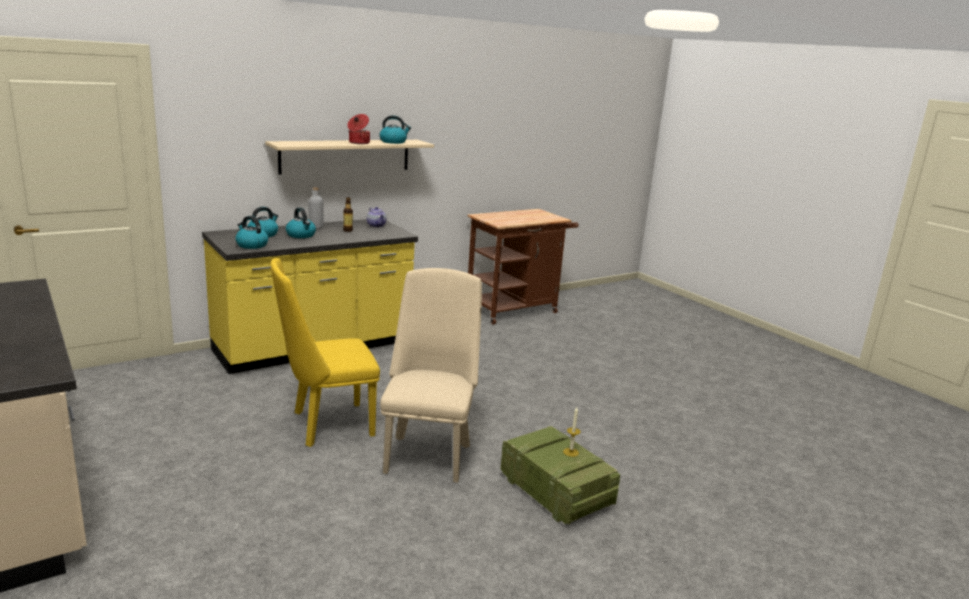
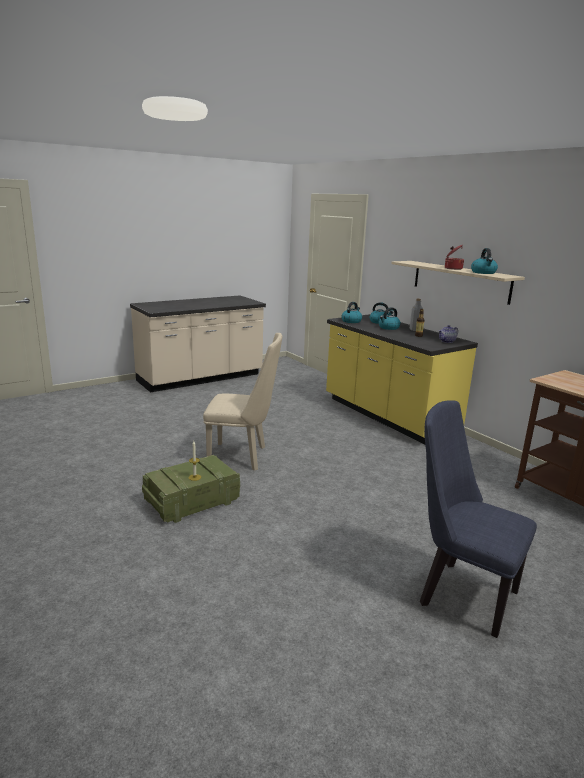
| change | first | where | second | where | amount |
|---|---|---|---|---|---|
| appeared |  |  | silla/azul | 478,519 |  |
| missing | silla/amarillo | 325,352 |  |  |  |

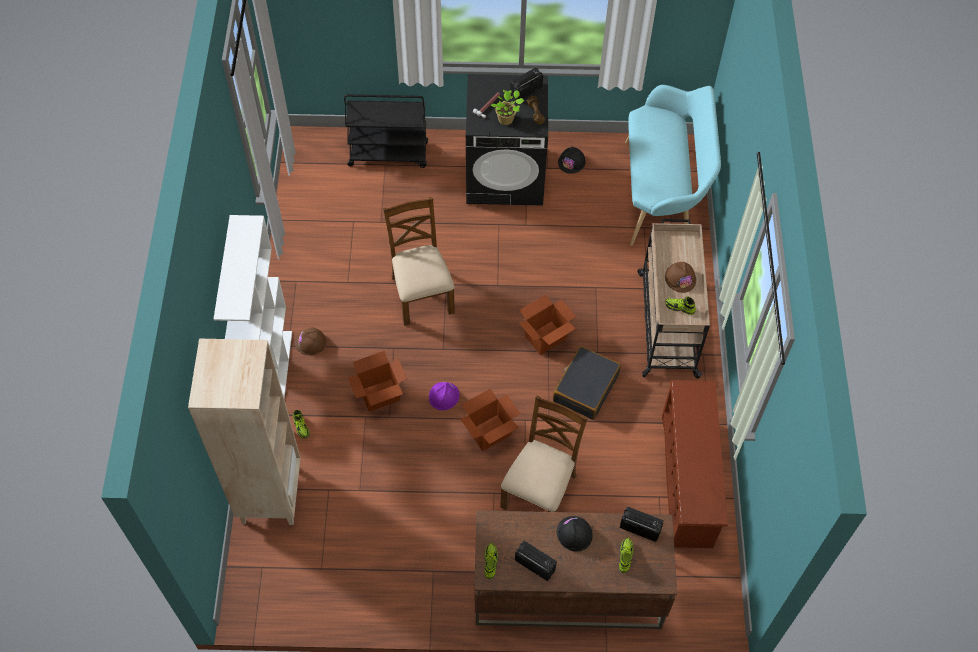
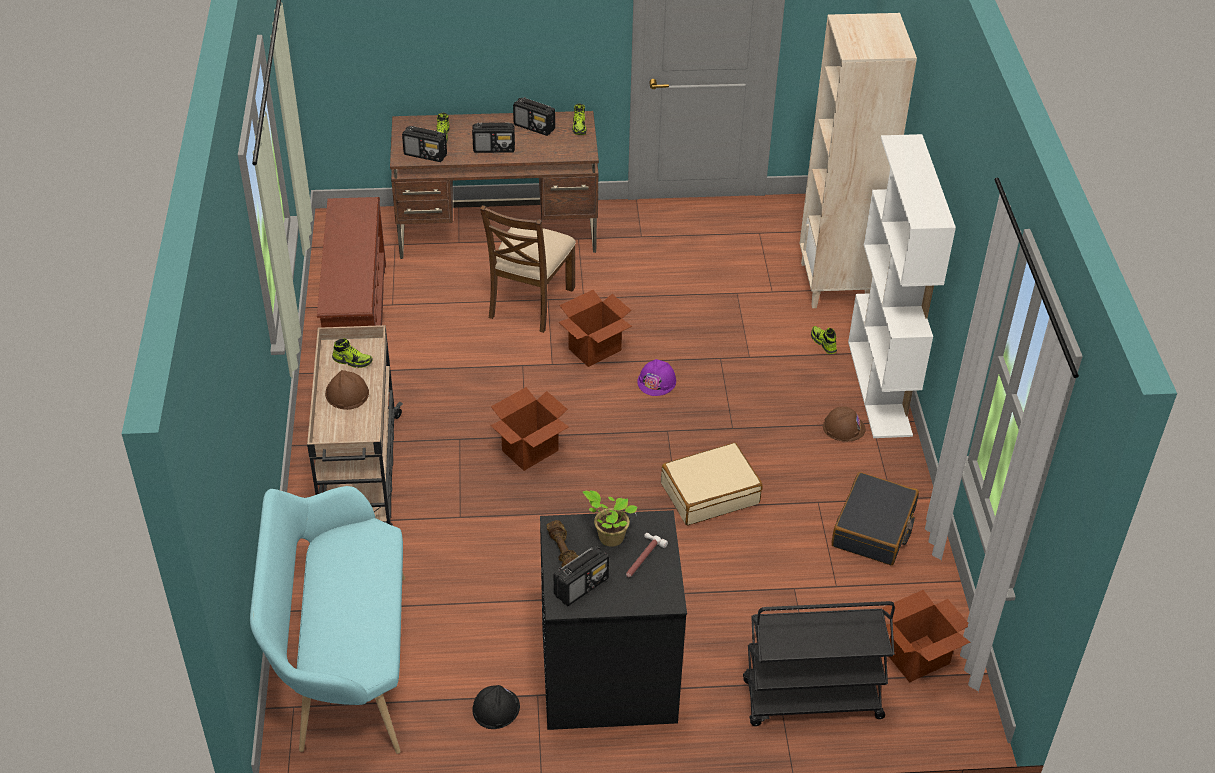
| change | first | where | second | where | amount |
|---|---|---|---|---|---|
| exchanged | casco/negro | 575,534 | radio | 493,137 |  |
| exchanged | silla/marrón | 419,261 | maleta/beis | 712,484 |  |
| relocated | maleta/negro | 587,383 |  | 875,518 |  |
| relocated | caja de cartón | 377,381 |  | 927,636 |  |

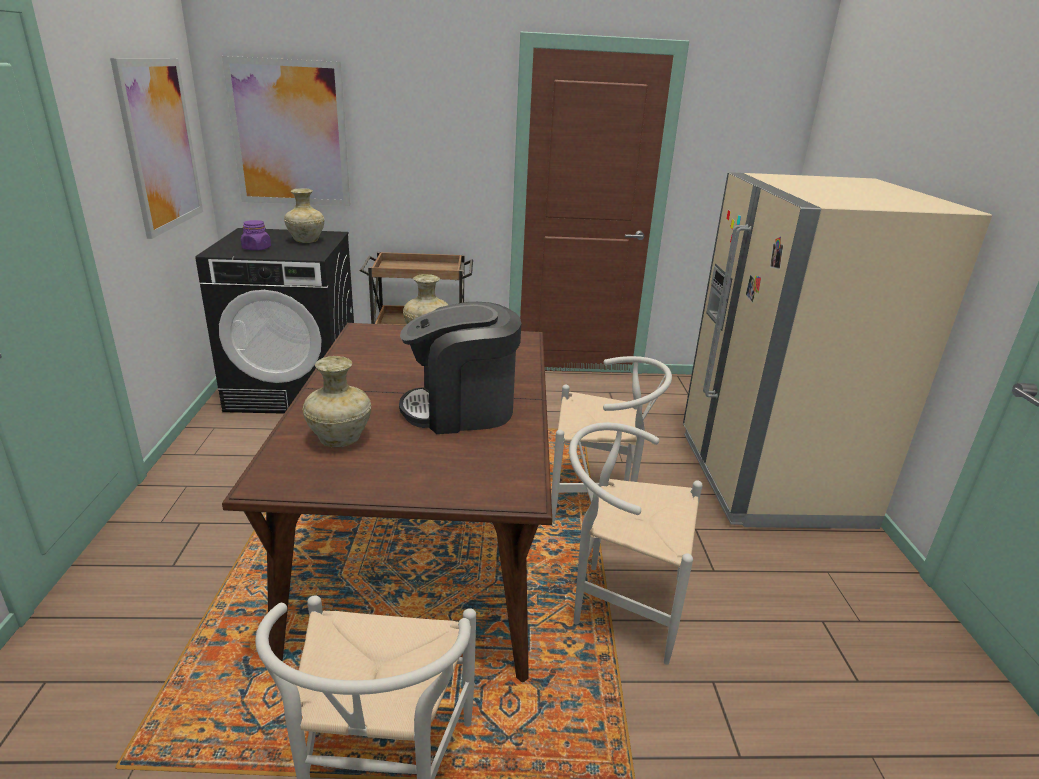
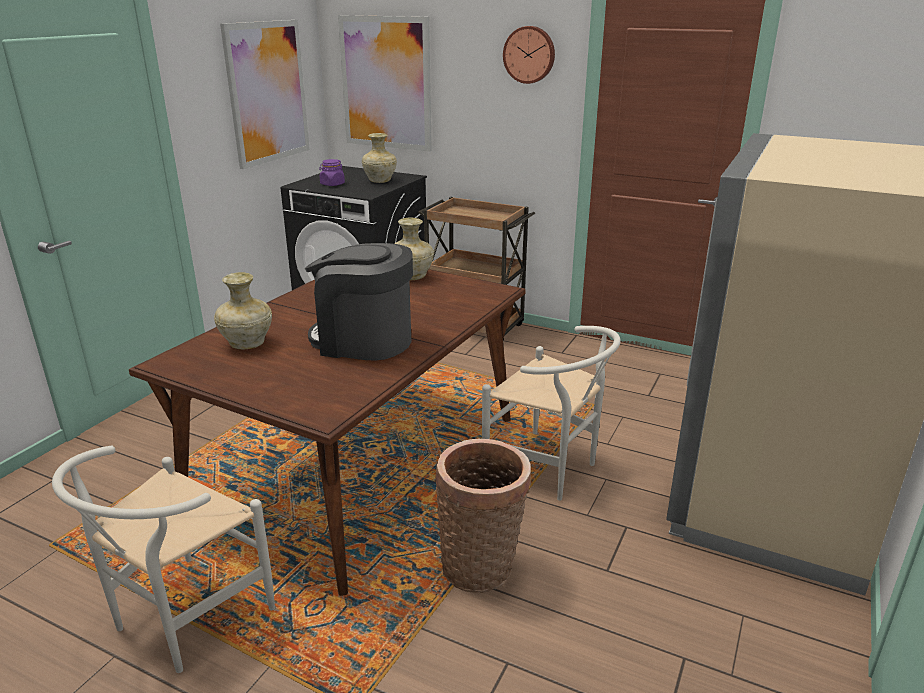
| change | first | where | second | where | amount |
|---|---|---|---|---|---|
| exchanged | silla/blanco | 636,544 | cesta | 483,516 |  |
| appeared |  |  | reloj de pared | 529,55 |  |

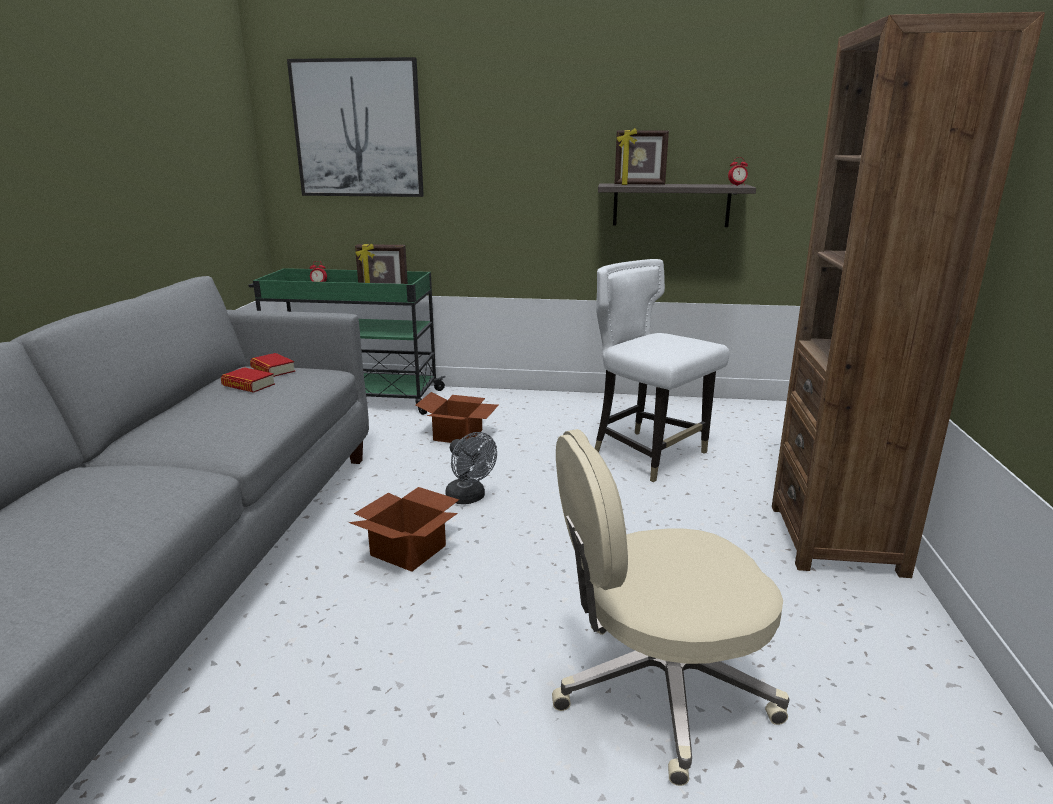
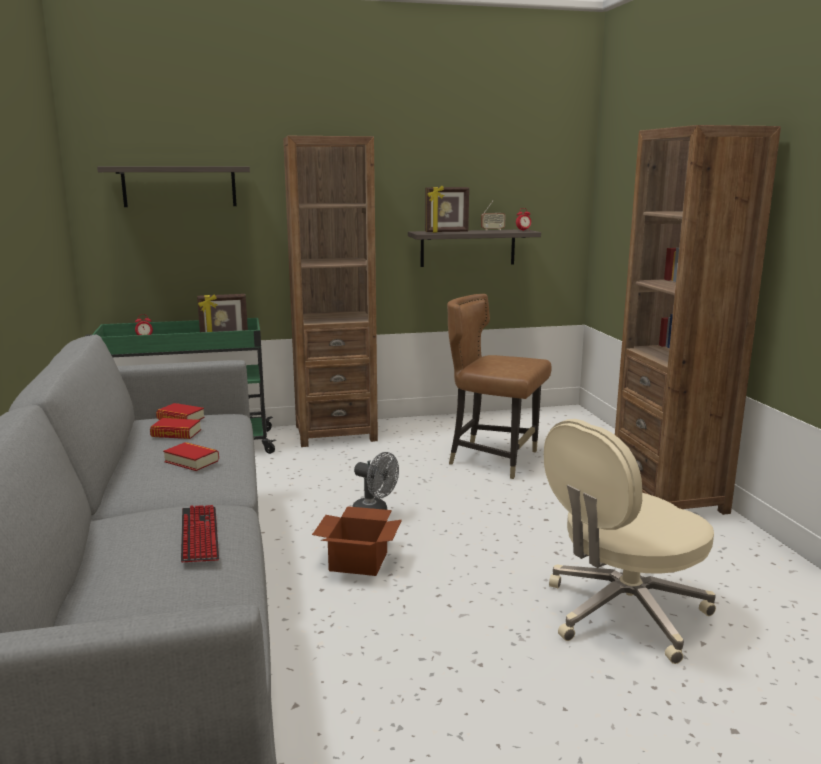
| change | first | where | second | where | amount |
|---|---|---|---|---|---|
| exchanged | cuadro | 355,127 | estante | 173,186 |  |
| appeared |  |  | libro | 191,456 |  |
| appeared |  |  | teclado | 200,533 |  |
| appeared |  |  | estantería/marrón | 330,291 |  |
| colour | silla/blanco | 662,370 | silla/marrón | 499,386 |  |
| appeared |  |  | radio | 493,215 |  |
| missing | caja de cartón | 457,417 |  |  |  |

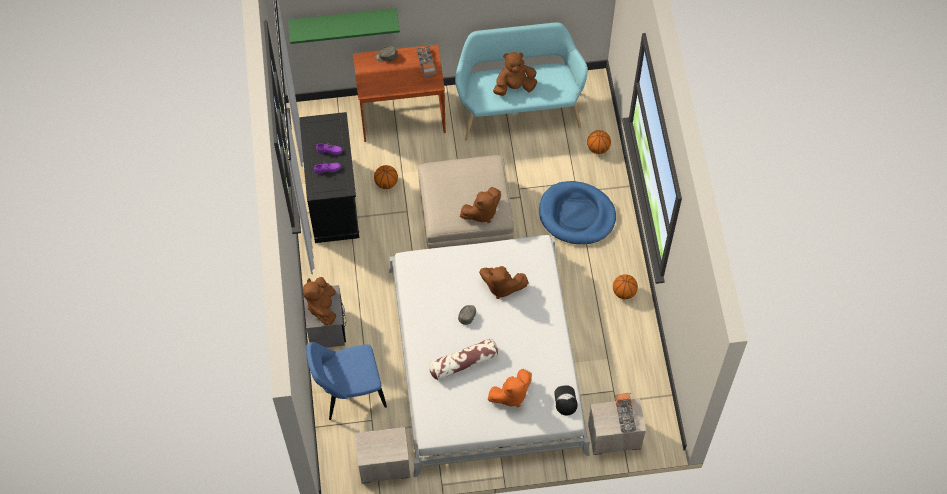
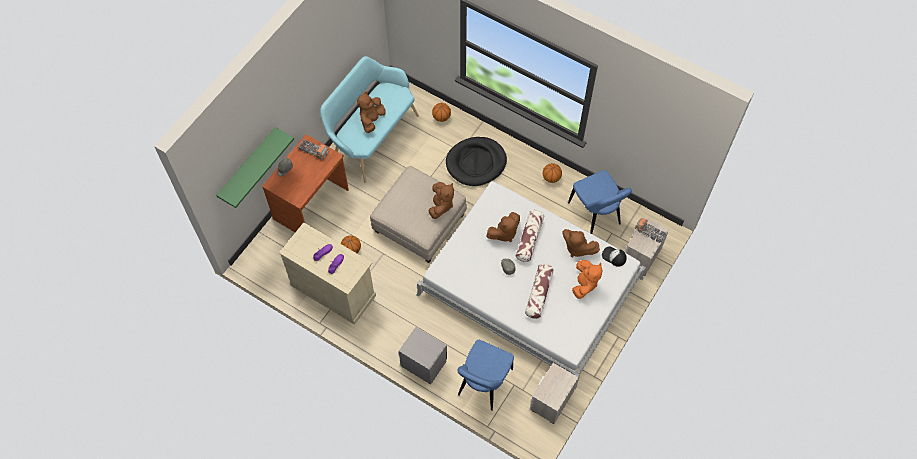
| change | first | where | second | where | amount |
|---|---|---|---|---|---|
| colour | armario/negro | 329,177 | armario/beis | 327,273 |  |
| colour | cama para perro/azul | 577,212 | cama para perro/negro | 476,161 |  |
| appeared |  |  | cojín | 530,236 |  |
| relocated | peluche/marrón | 319,301 |  | 581,243 |  |
| appeared |  |  | silla/azul | 600,202 |  |

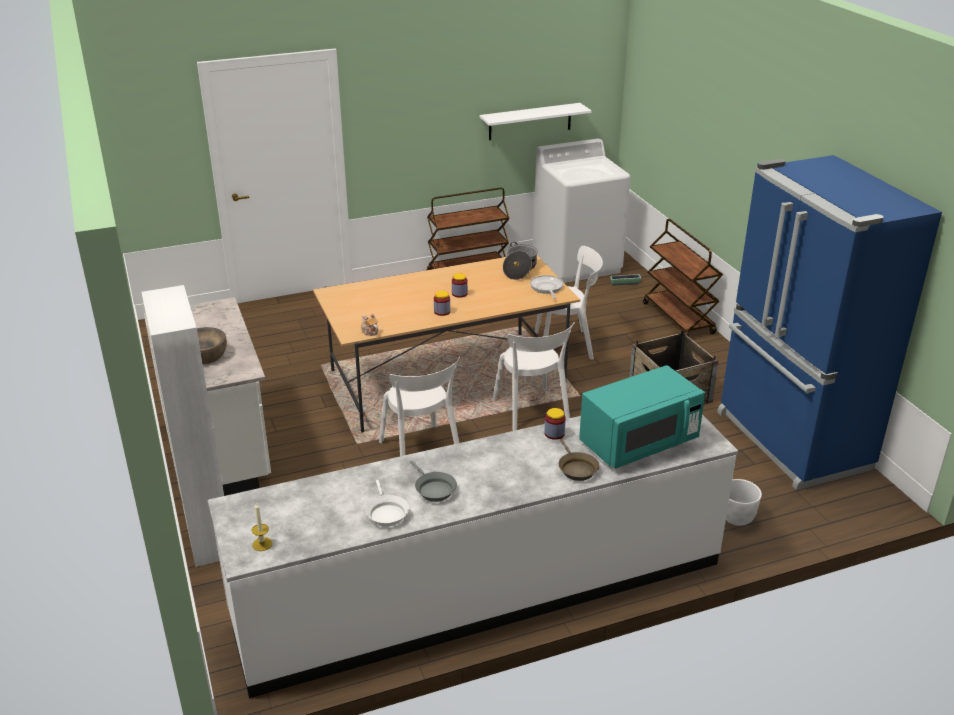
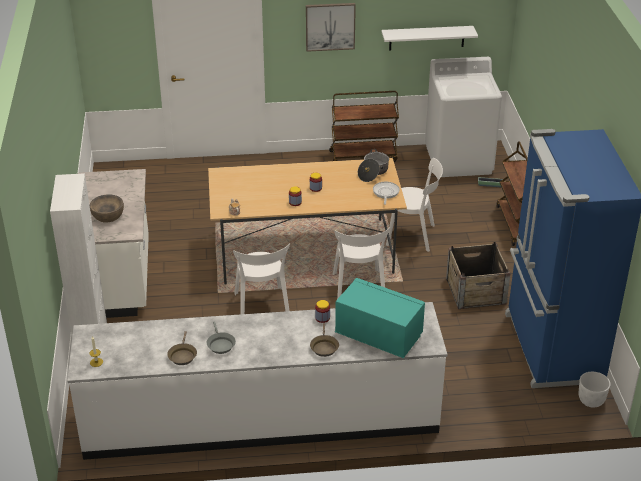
| change | first | where | second | where | amount |
|---|---|---|---|---|---|
| colour | sartén/blanco | 387,503 | sartén/marrón | 182,348 |  |
| appeared |  |  | cuadro | 331,27 |  |
| spun | microondas/turquesa | 642,416 |  | 380,318 | 135 degrees counterclockwise |
| relocated | maceta/blanco | 744,502 |  | 595,390 |  |

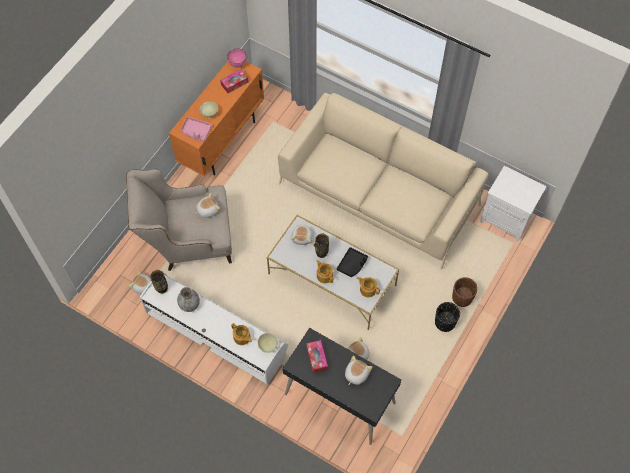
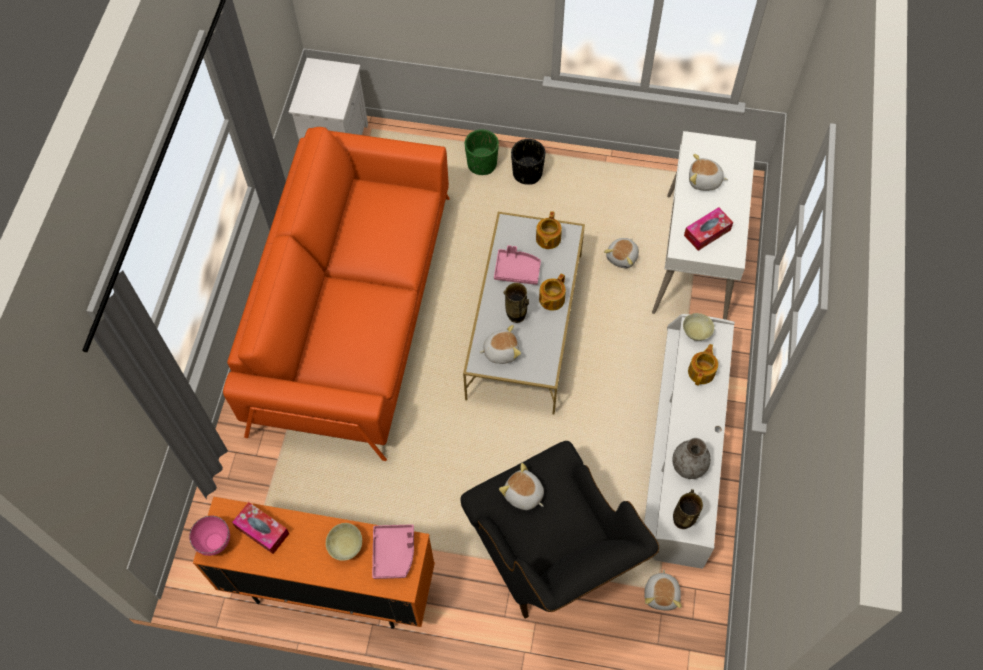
| change | first | where | second | where | amount |
|---|---|---|---|---|---|
| colour | sofá/beis | 383,181 | sofá/naranja | 336,294 |  |
| colour | sillón/beis | 179,220 | sillón/negro | 560,530 |  |
| colour | maceta/marrón | 465,292 | maceta/verde | 482,152 |  |
| colour | bandeja/negro | 352,262 | bandeja/rosa | 517,265 |  |
| colour | escritorio/negro | 342,386 | escritorio/blanco | 704,225 |  |

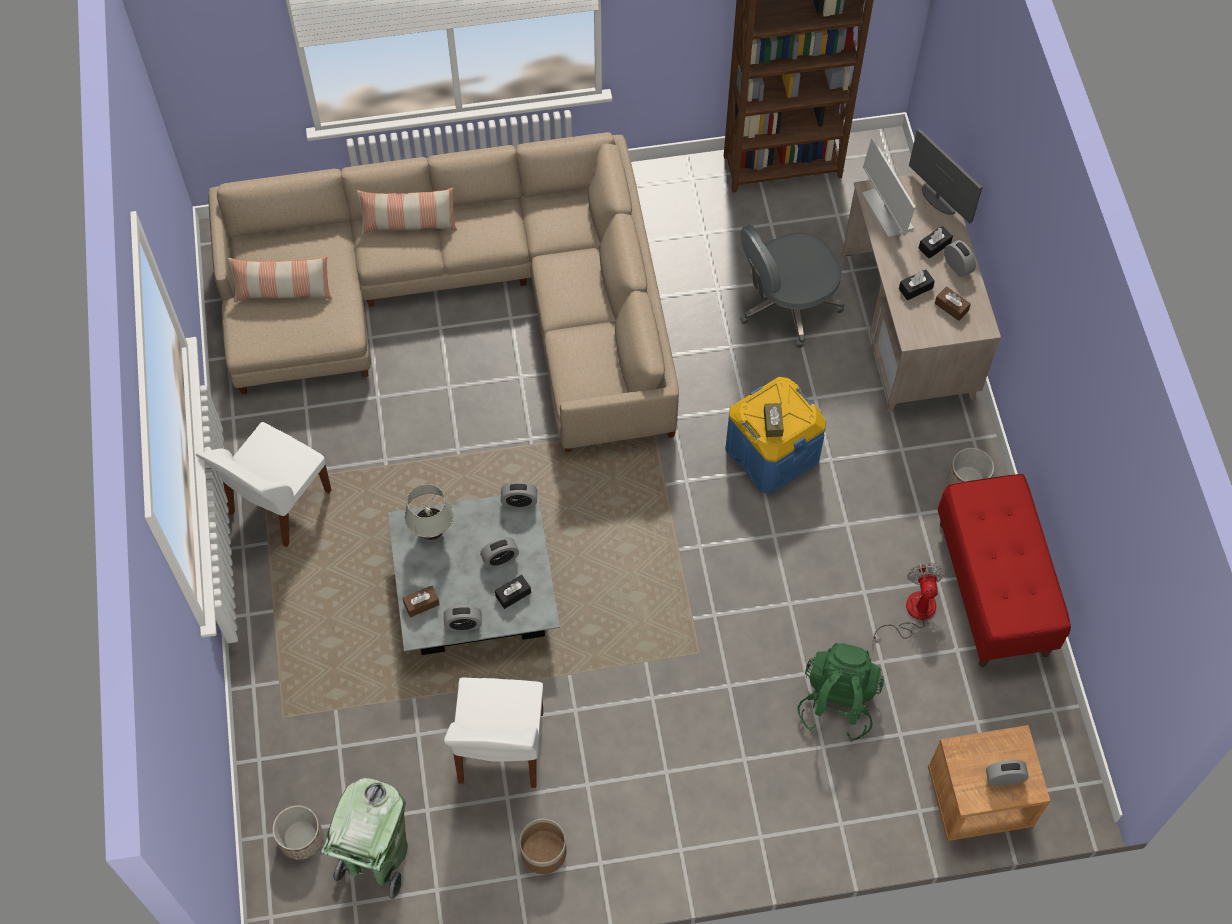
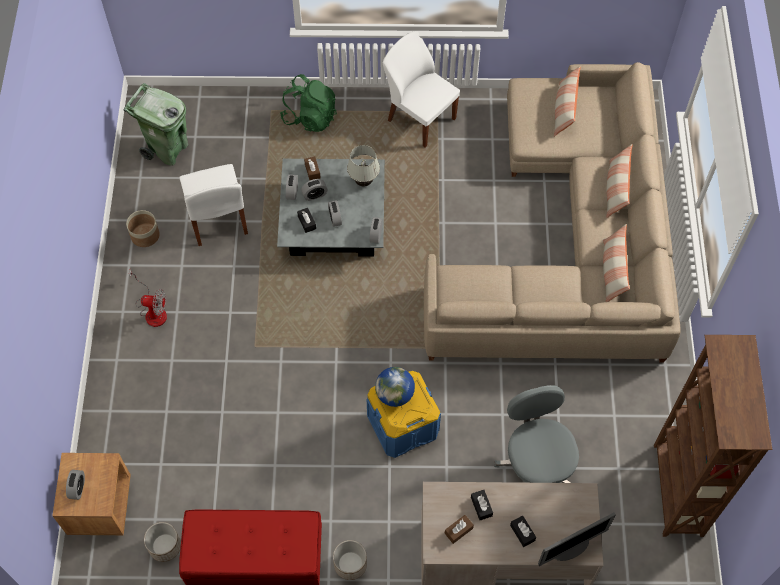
| change | first | where | second | where | amount |
|---|---|---|---|---|---|
| relocated | ventilador | 909,603 |  | 148,298 |  |
| relocated | maceta | 298,832 |  | 162,542 |  |
| spun | silla/blanco | 493,733 |  | 213,205 | 120 degrees counterclockwise |
| relocated | mochila/verde | 840,692 |  | 308,103 |  |
| relocated | despertador | 960,258 |  | 314,190 |  |
| exchanged | caja de pañuelos/marrón | 774,420 | globo terráqueo | 395,387 |  |
| appeared |  |  | cojín | 616,263 |  |
| missing | monitor | 889,188 |  |  |  |

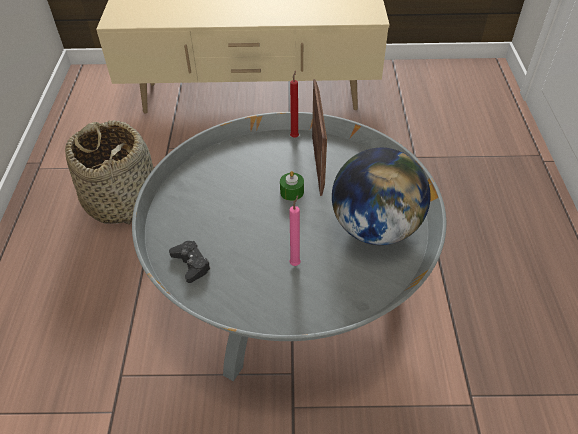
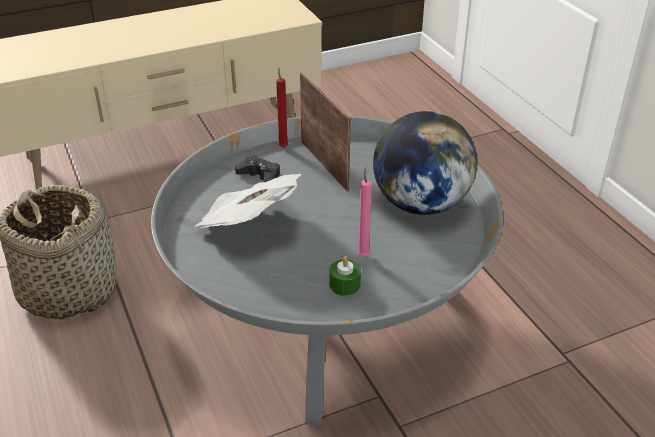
| change | first | where | second | where | amount |
|---|---|---|---|---|---|
| appeared |  |  | periódico | 248,201 |  |
| relocated | mando de consola/negro | 190,262 |  | 257,168 |  |
| relocated | vela/verde | 292,186 |  | 345,276 |  |

